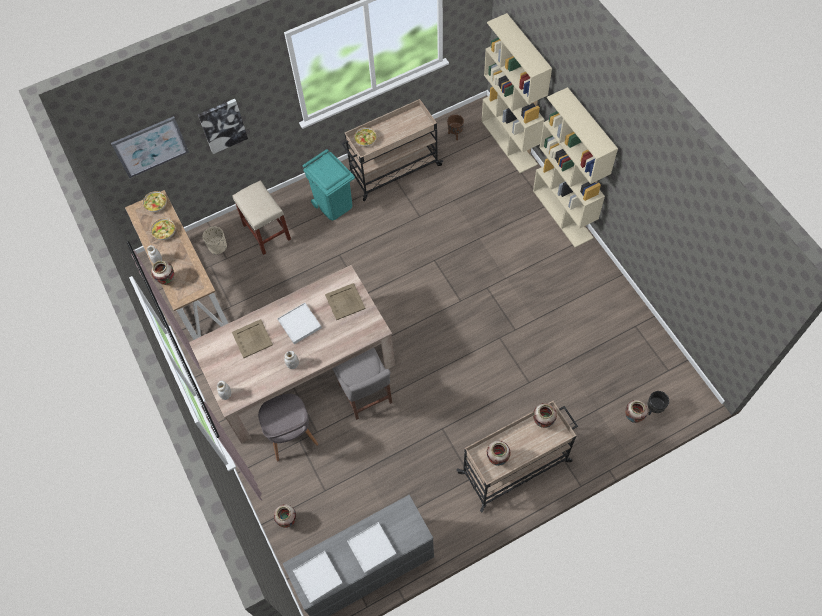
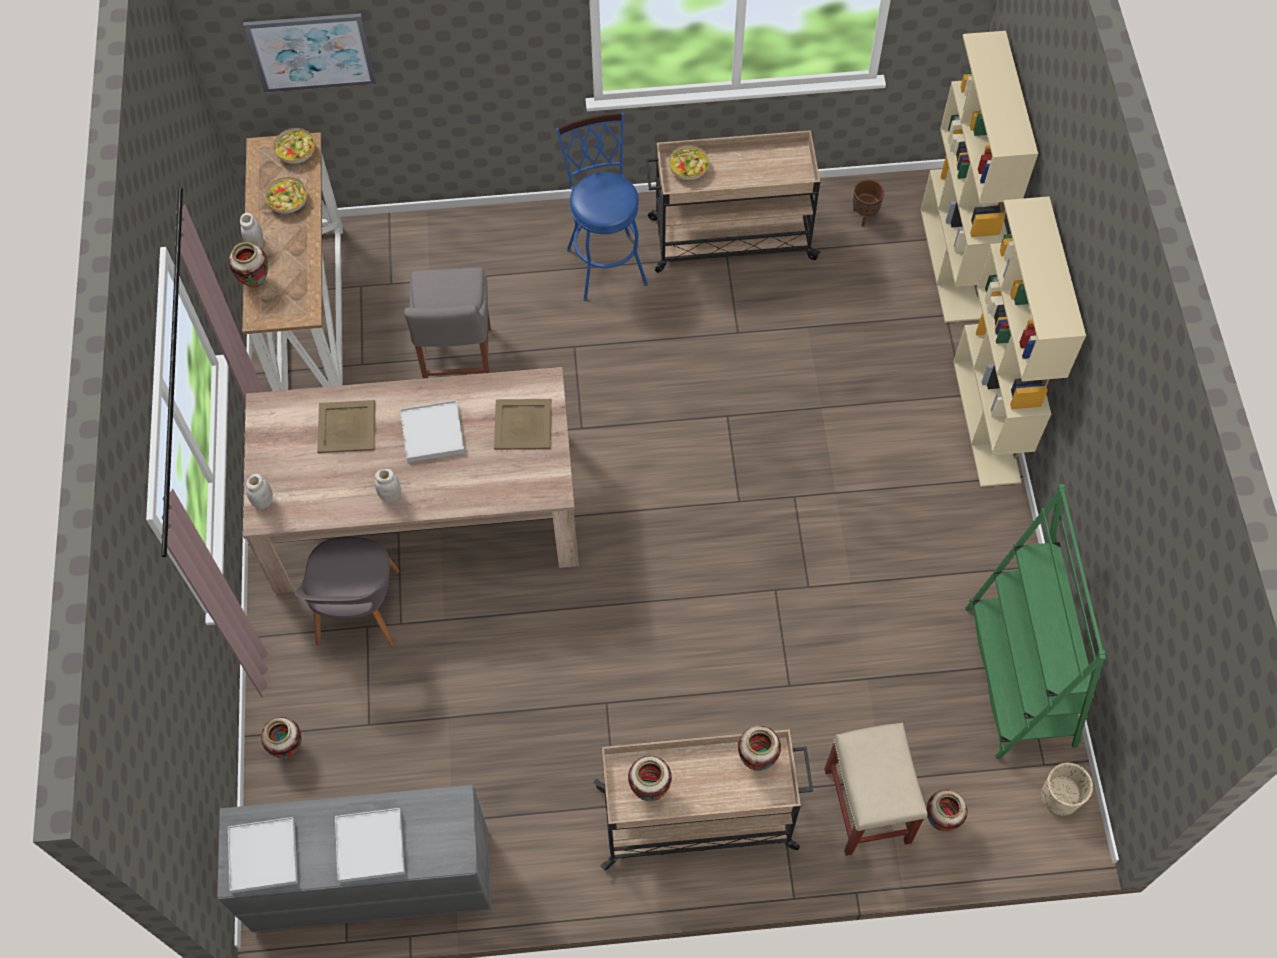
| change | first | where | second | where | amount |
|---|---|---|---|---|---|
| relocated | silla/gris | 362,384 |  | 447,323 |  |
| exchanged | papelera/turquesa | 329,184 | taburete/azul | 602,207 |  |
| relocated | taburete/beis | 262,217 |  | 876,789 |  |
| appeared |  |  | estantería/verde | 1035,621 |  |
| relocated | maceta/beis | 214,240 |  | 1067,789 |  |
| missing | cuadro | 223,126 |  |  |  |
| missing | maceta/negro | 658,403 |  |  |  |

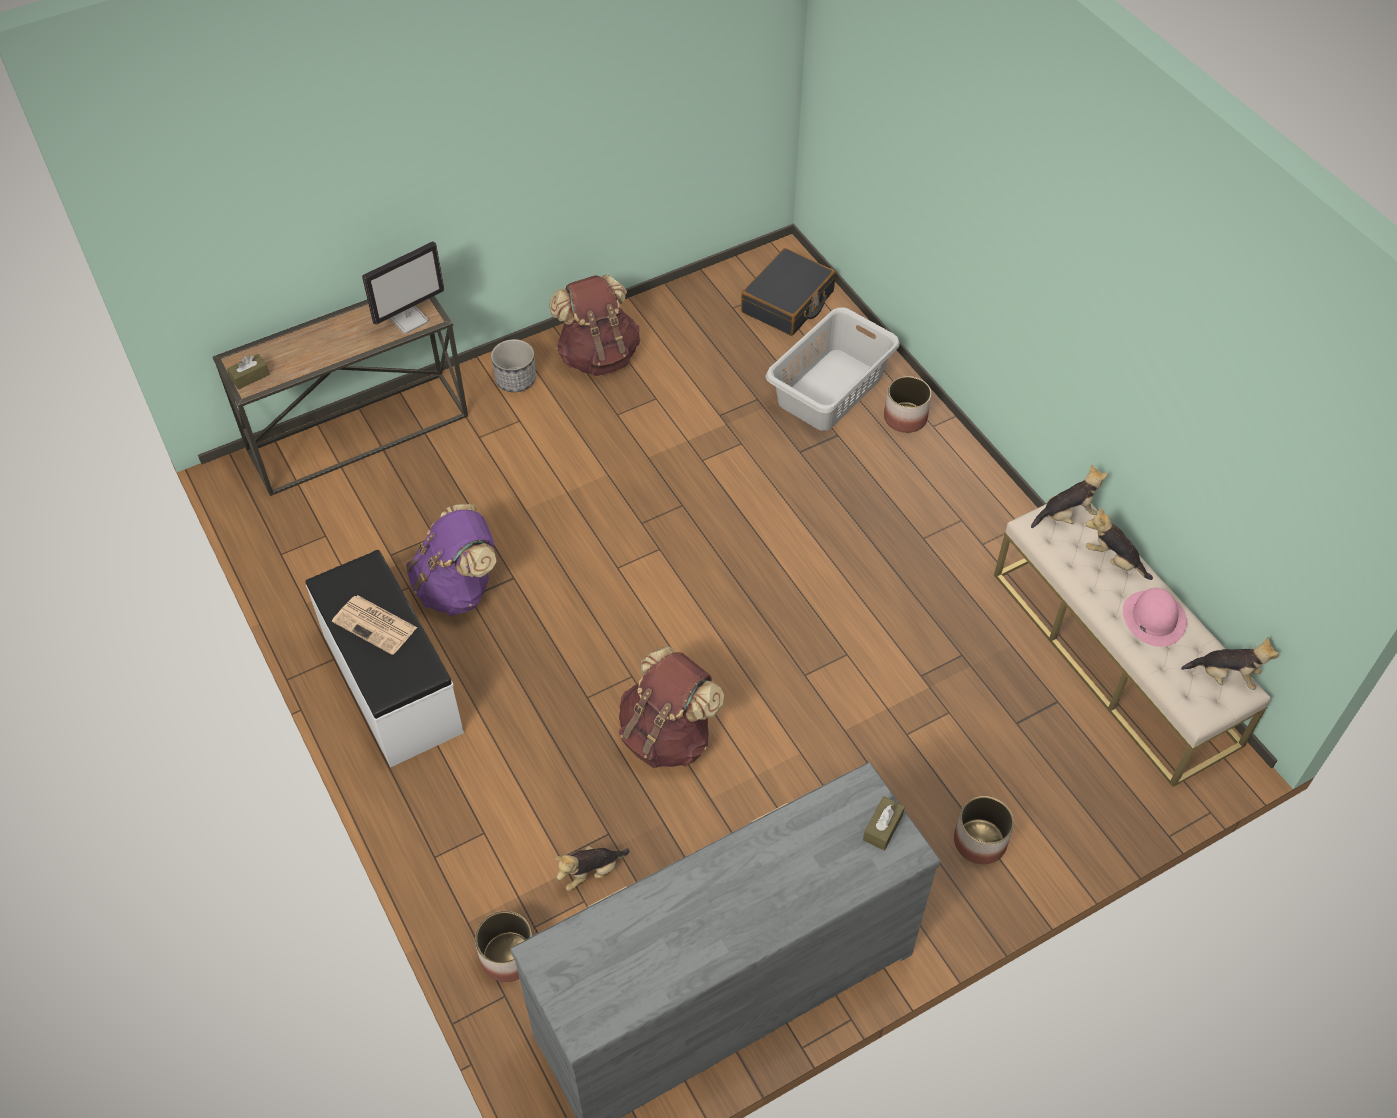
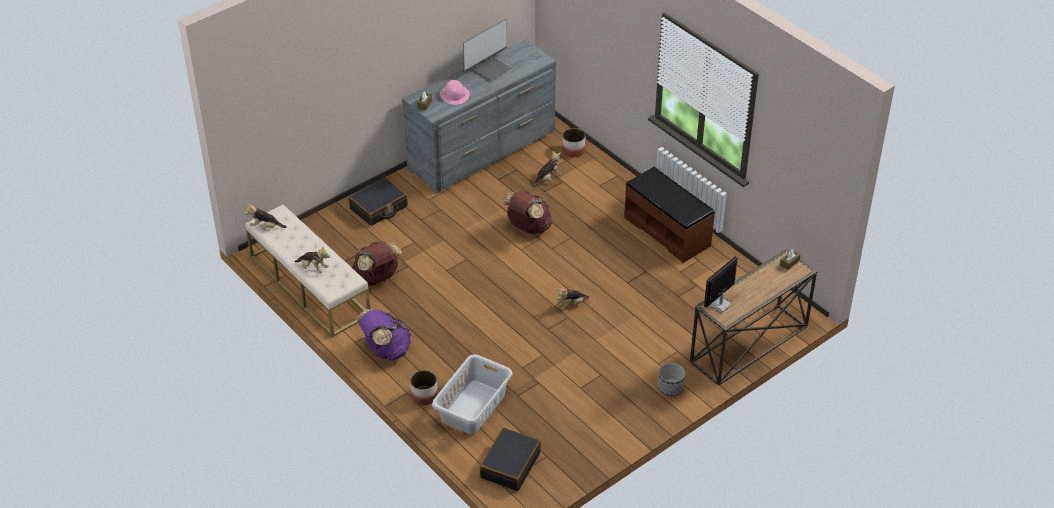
| change | first | where | second | where | amount |
|---|---|---|---|---|---|
| exchanged | maceta | 984,830 | maleta/negro | 378,201 |  |
| relocated | mochila/marrón | 594,325 |  | 377,263 |  |
| relocated | mochila/morado | 451,560 |  | 383,335 |  |
| relocated | sombrero/rosa | 1155,617 |  | 455,92 |  |
| appeared |  |  | monitor | 487,50 |  |
| relocated | peluche | 1069,496 |  | 573,299 |  |
| colour | banco/blanco | 384,658 | banco/marrón | 669,215 |  |
| missing | periódico | 374,625 |  |  |  |

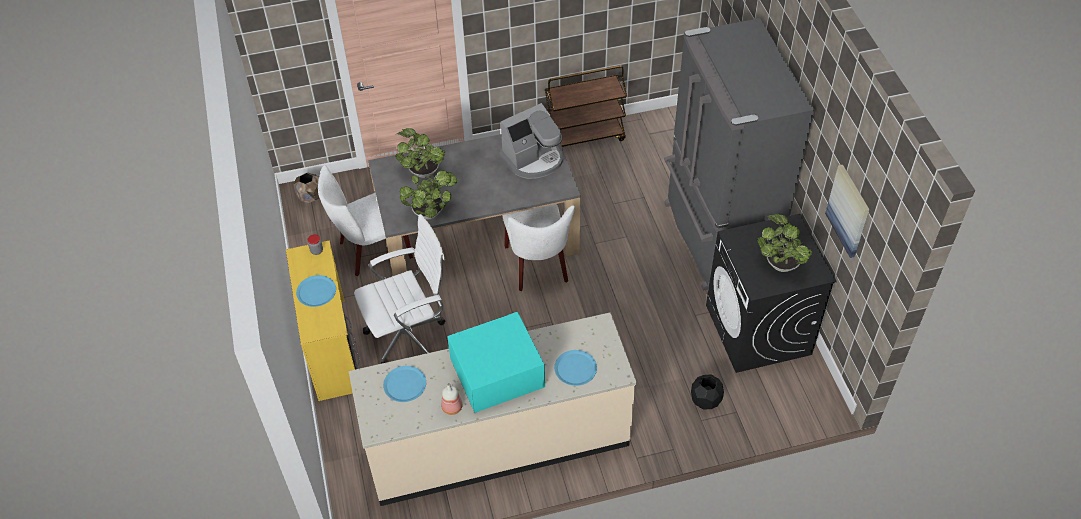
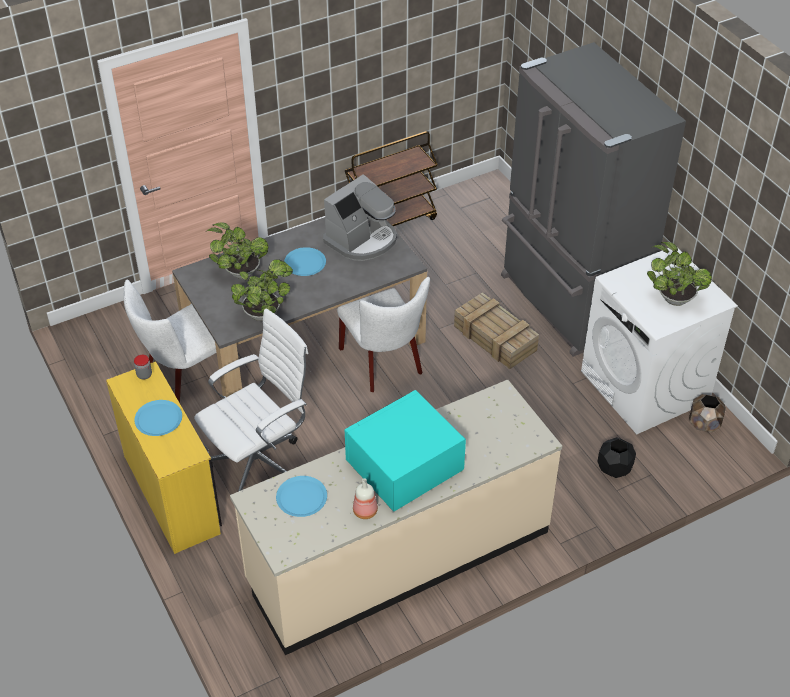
| change | first | where | second | where | amount |
|---|---|---|---|---|---|
| relocated | plato/azul | 575,368 |  | 305,261 |  |
| appeared |  |  | caja de embalaje | 496,331 |  |
| colour | lavadora/negro | 771,293 | lavadora/blanco | 659,341 |  |
| relocated | maceta/marrón | 306,188 |  | 707,413 |  |
| missing | cuadro | 847,211 |  |  |  |

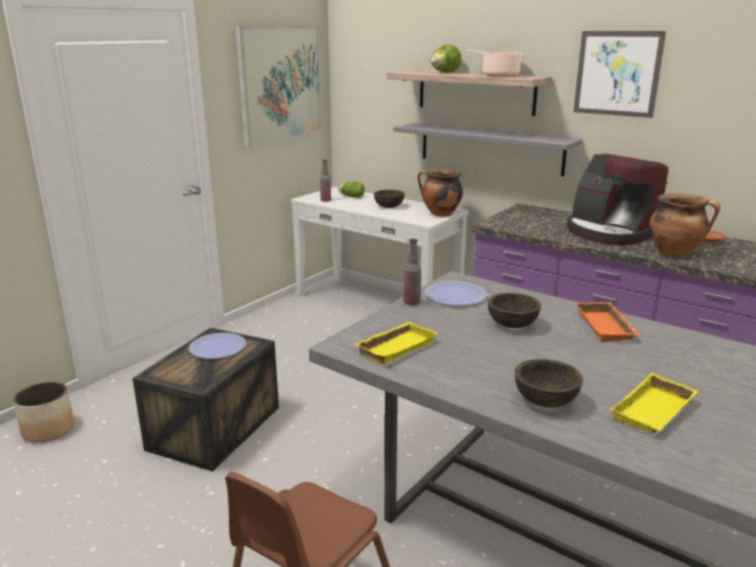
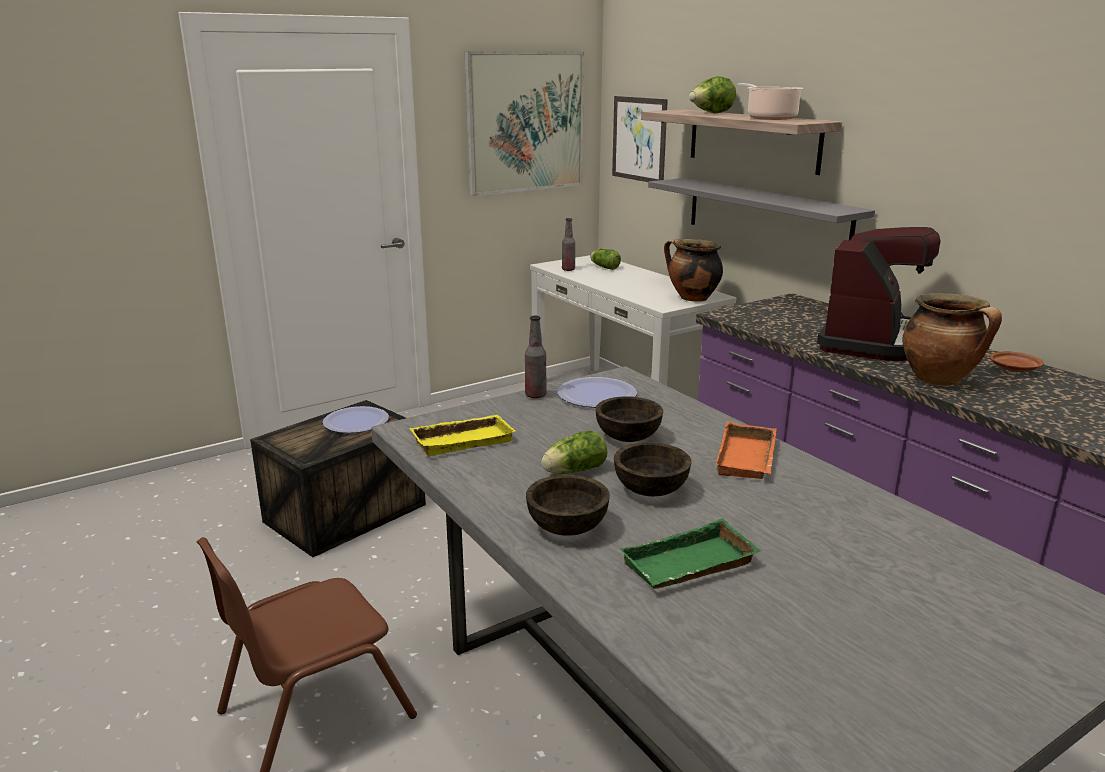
| change | first | where | second | where | amount |
|---|---|---|---|---|---|
| appeared |  |  | lechuga | 574,452 |  |
| relocated | cuadro | 619,74 |  | 640,139 |  |
| relocated | cuenco/marrón | 389,199 |  | 652,469 |  |
| colour | bandeja/amarillo | 654,403 | bandeja/verde | 690,553 |  |
| spun | cafetera | 617,199 |  | 879,294 | 135 degrees counterclockwise |
| missing | maceta | 43,411 |  |  |  |

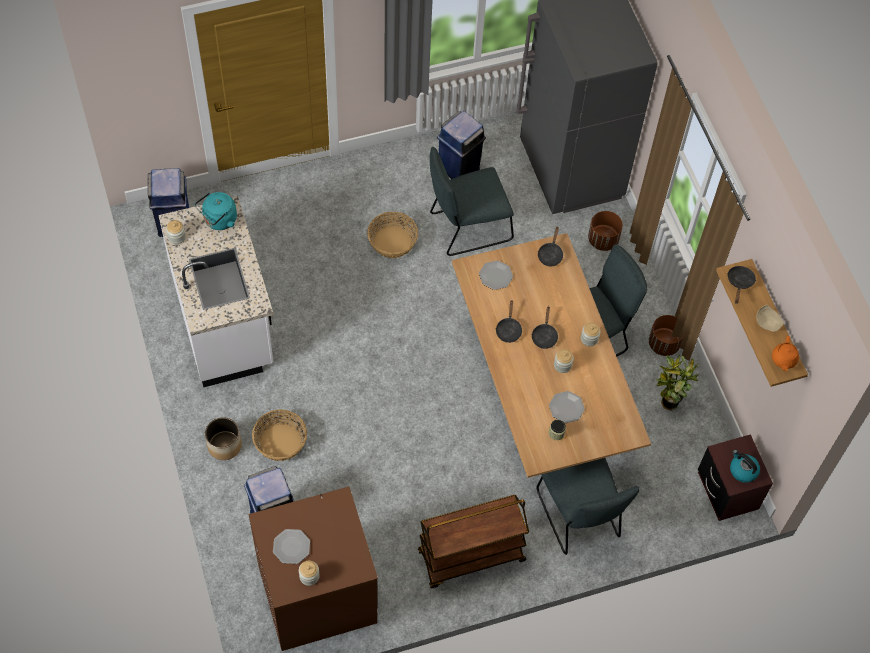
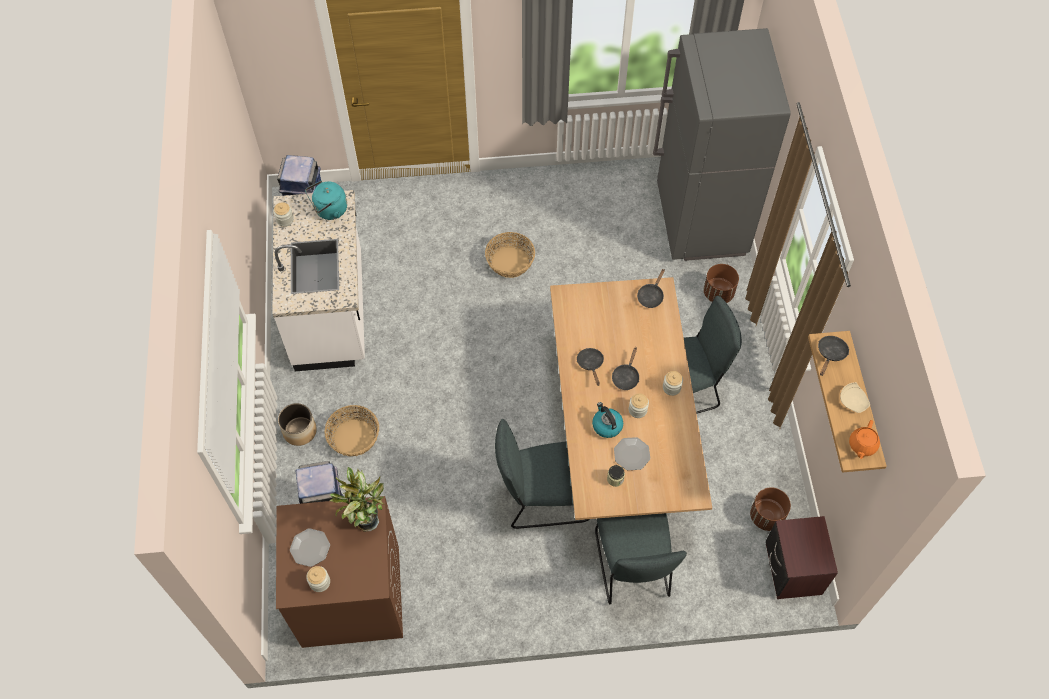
| change | first | where | second | where | amount |
|---|---|---|---|---|---|
| relocated | planta en maceta | 677,383 |  | 356,499 |  |
| relocated | silla/gris | 472,201 |  | 542,474 |  |
| spun | sartén/negro | 509,321 |  | 590,367 | 150 degrees clockwise |
| relocated | hervidor | 745,466 |  | 607,420 |  |
| relocated | maceta/marrón | 666,335 |  | 770,509 |  |
| missing | carrito/marrón | 473,541 |  |  |  |
| missing | papelera/azul | 461,145 |  |  |  |
| missing | plato | 496,275 |  |  |  |

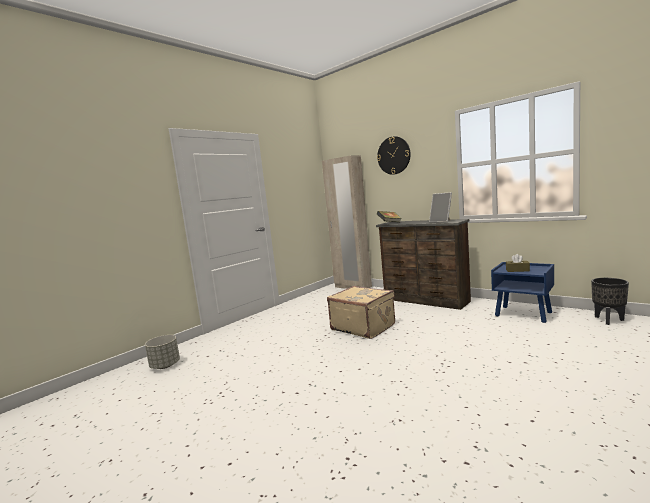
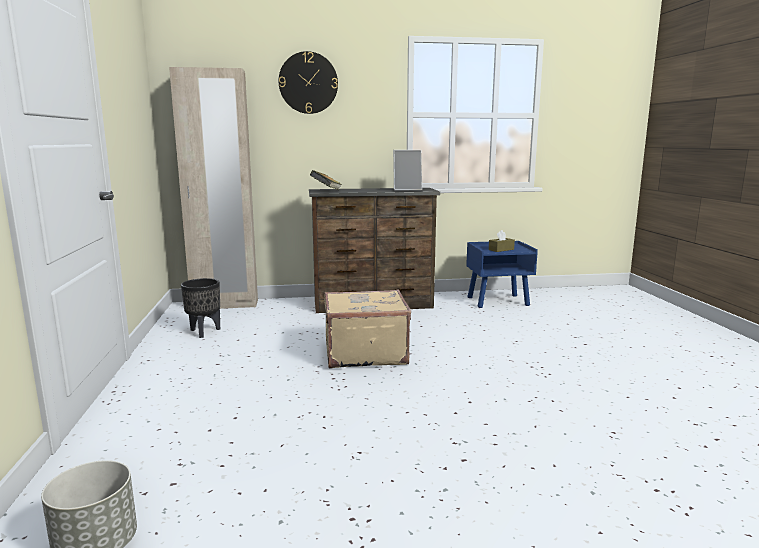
| change | first | where | second | where | amount |
|---|---|---|---|---|---|
| relocated | maceta/negro | 610,301 |  | 200,308 |  |

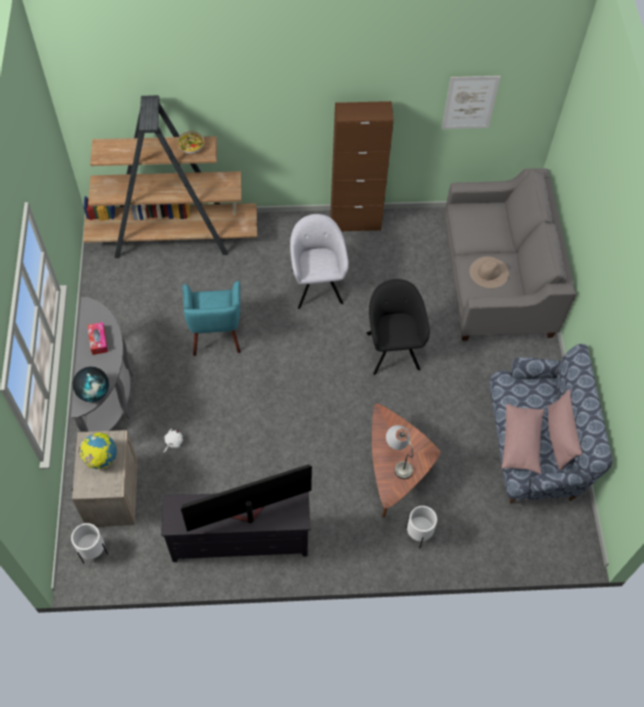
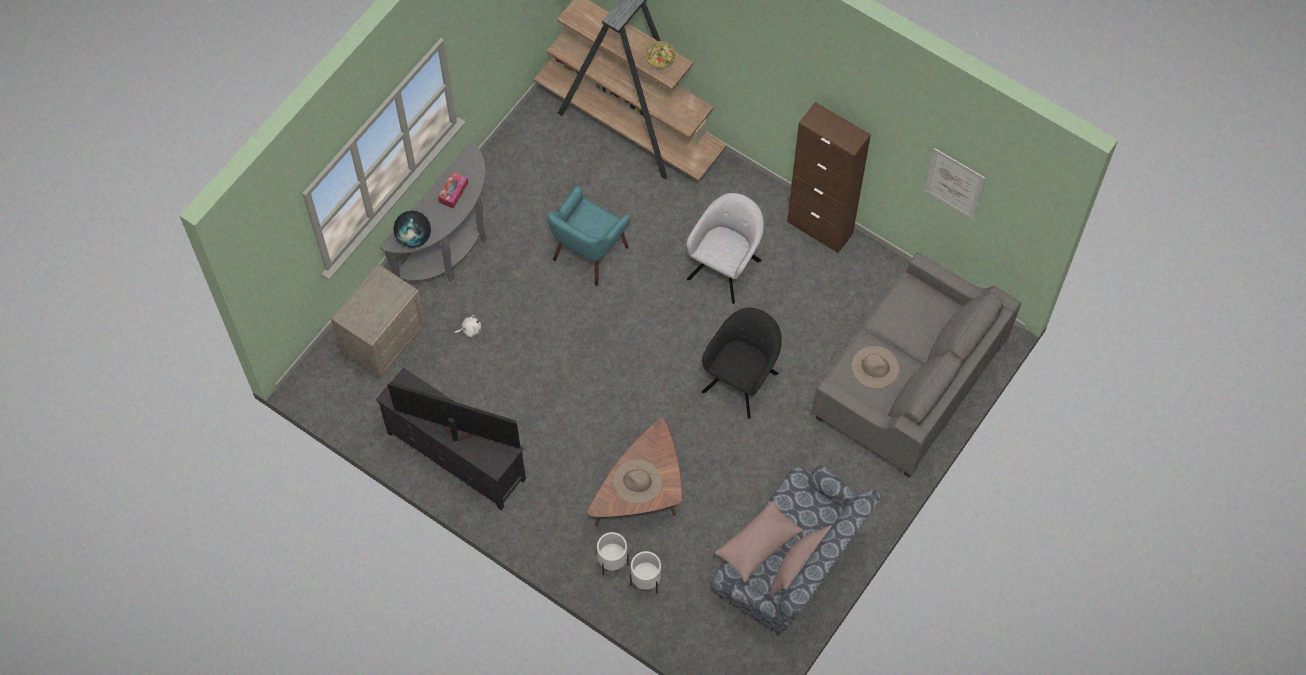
| change | first | where | second | where | amount |
|---|---|---|---|---|---|
| exchanged | lámpara de mesa/gris | 399,452 | sombrero/beis | 637,482 |  |
| relocated | maceta/blanco | 89,543 |  | 645,572 |  |
| missing | globo terráqueo | 97,450 |  |  |  |

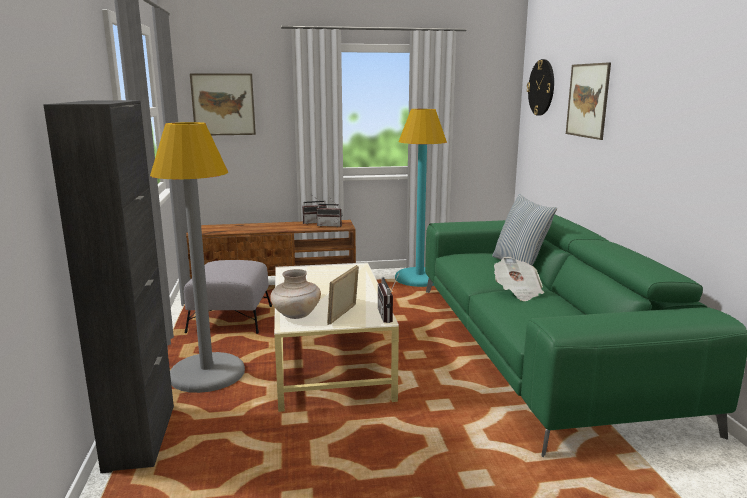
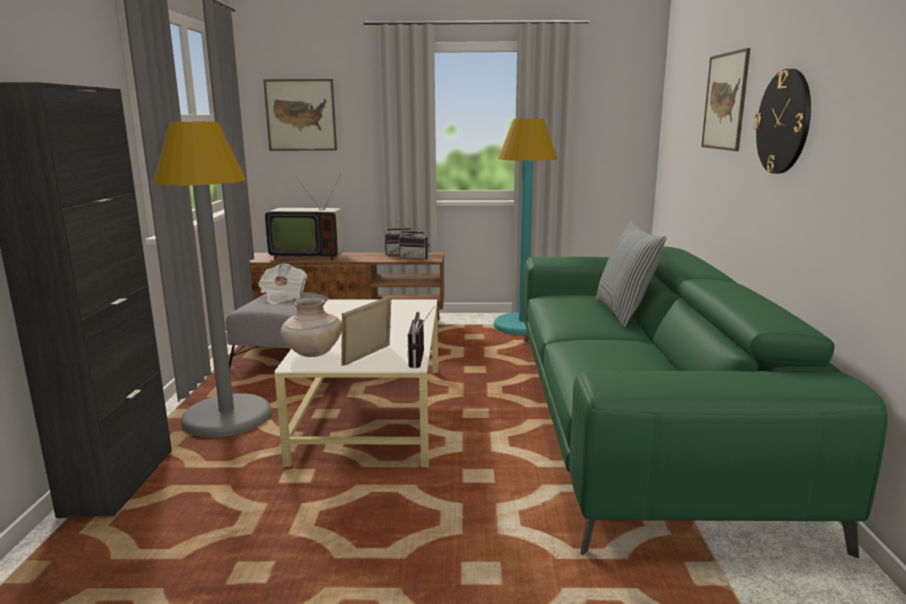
| change | first | where | second | where | amount |
|---|---|---|---|---|---|
| relocated | periódico | 519,279 |  | 282,284 |  |
| appeared |  |  | televisor | 305,217 |  |
| relocated | reloj de pared | 540,87 |  | 782,121 |  |

